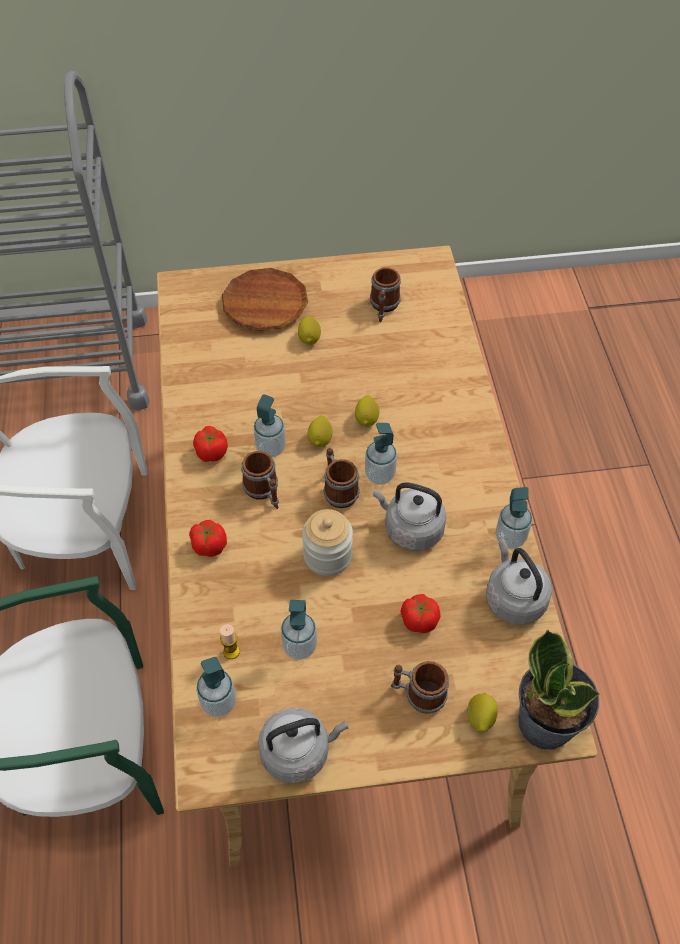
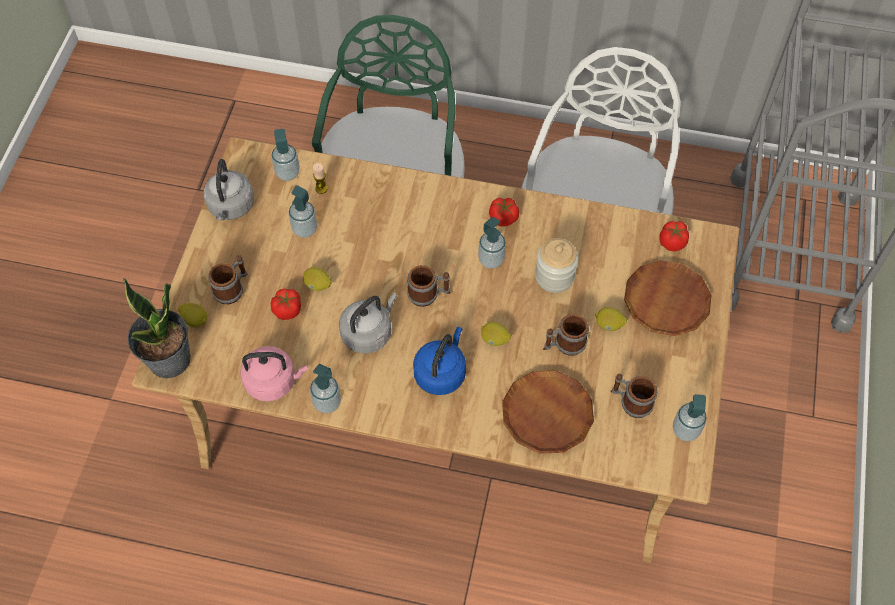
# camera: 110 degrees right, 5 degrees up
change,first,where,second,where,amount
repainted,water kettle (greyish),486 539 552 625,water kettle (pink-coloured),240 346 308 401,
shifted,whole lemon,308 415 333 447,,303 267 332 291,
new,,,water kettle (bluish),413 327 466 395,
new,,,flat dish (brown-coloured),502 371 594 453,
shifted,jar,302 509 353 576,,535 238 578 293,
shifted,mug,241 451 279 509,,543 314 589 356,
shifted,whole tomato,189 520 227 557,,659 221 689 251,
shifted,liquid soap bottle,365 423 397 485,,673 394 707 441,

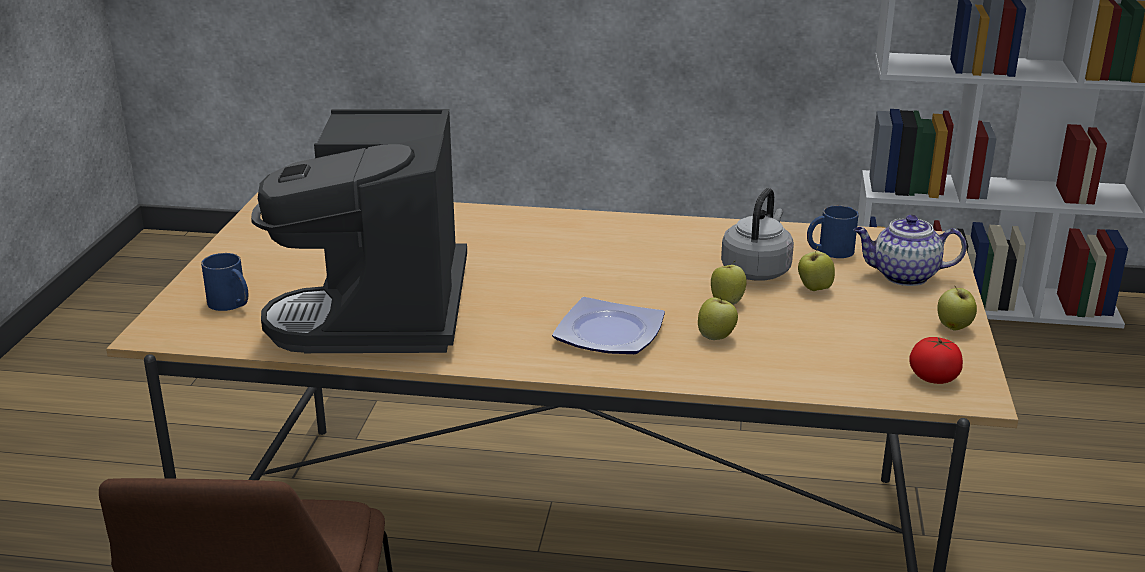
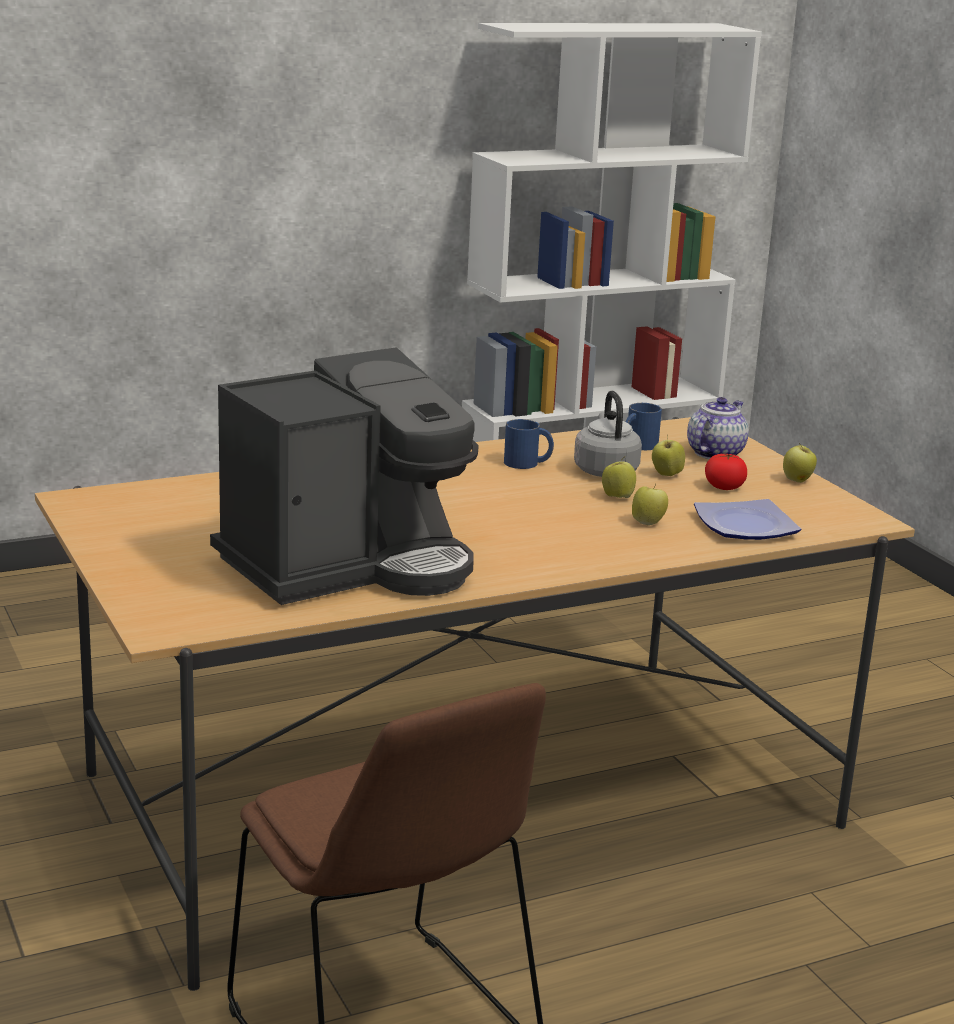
# camera: 35 degrees left, 5 degrees down
change,first,where,second,where,amount
rotated,coffee maker,251 109 467 353,,210 347 479 605,90 degrees counterclockwise
shifted,mug (bluish),201 253 248 311,,504 419 554 469,
rotated,tea pot,854 215 966 286,,687 397 749 459,150 degrees clockwise
shifted,flat dish,552 297 665 354,,694 499 801 540,
shifted,whole tomato,909 337 963 384,,705 453 747 490,

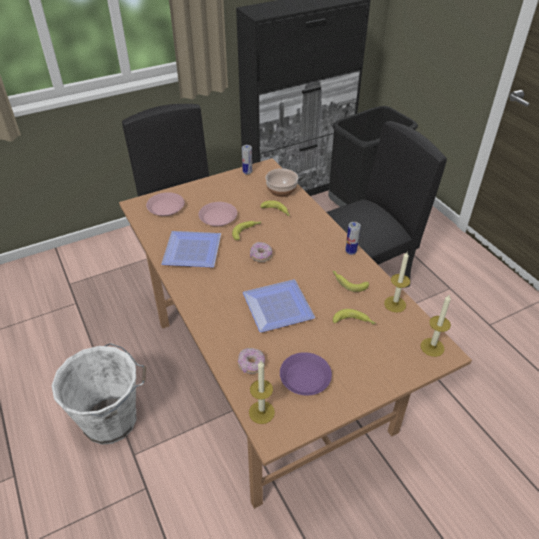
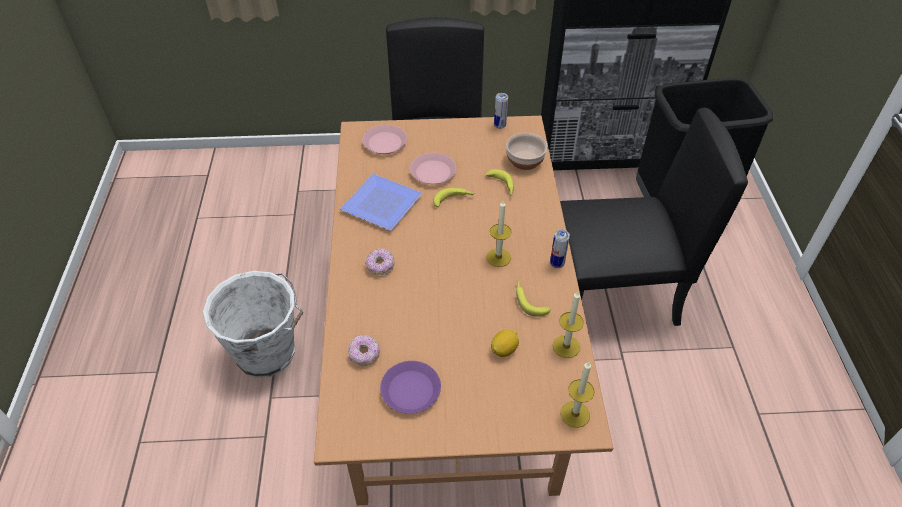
# camera: 25 degrees right, 5 degrees up
change,first,where,second,where,amount
shifted,ring doughnut,250 242 272 262,,366 248 395 275,
shifted,wax candle,249 361 275 424,,486 201 512 267,
swapped,banana fruit,333 309 375 325,whole lemon,491 329 519 357,
gone,flat dish,243 279 315 332,,,

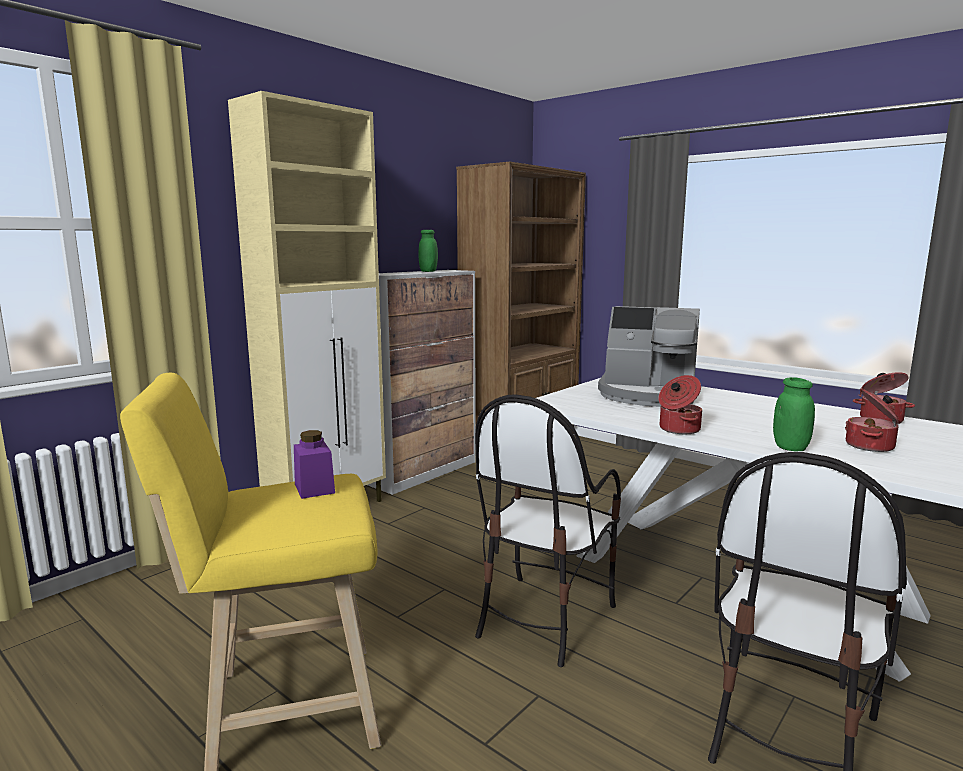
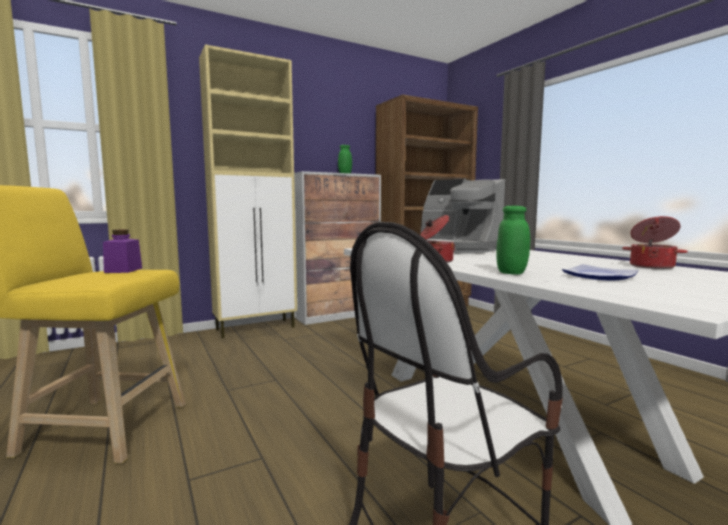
# camera: 20 degrees right, 5 degrees down
change,first,where,second,where,amount
swapped,cooking pot,845 388 901 452,flat dish,562 264 638 281,
gone,upright chair,475 394 621 667,,,

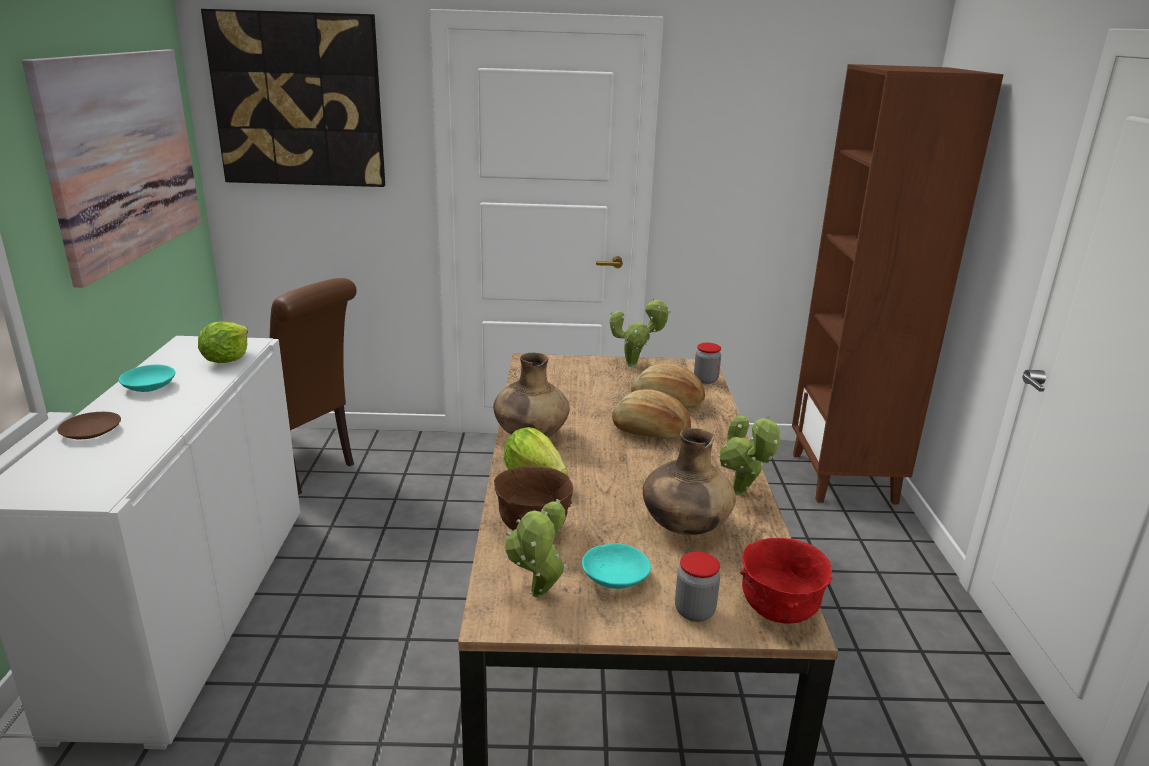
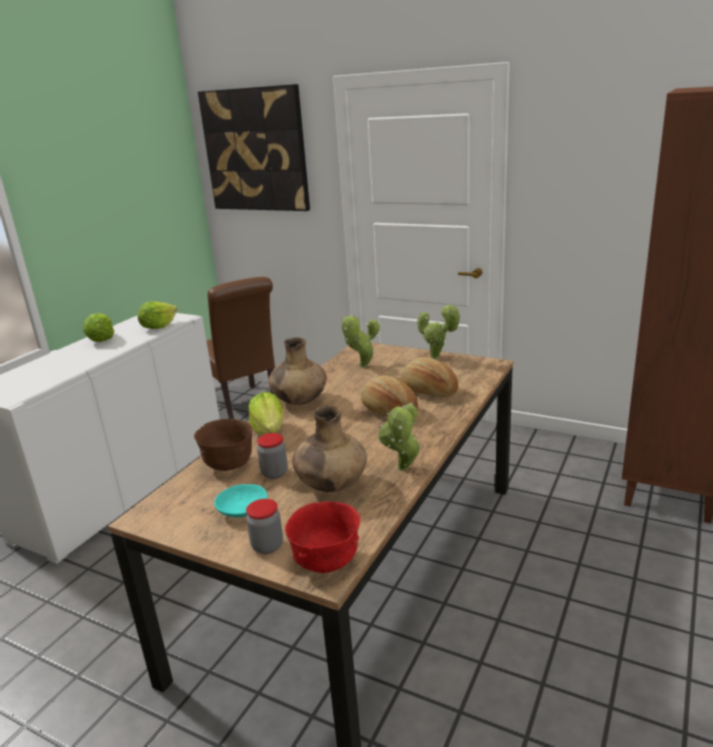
# camera: 30 degrees right, 0 degrees up
change,first,where,second,where,amount
swapped,bowl (turquoise-coloured),119 365 175 392,lettuce head,83 313 115 342,
shifted,jar,694 343 721 384,,257 433 288 479,
shifted,plant in a pot,505 499 568 598,,342 315 380 367,
gone,wall picture,22 50 201 287,,,
gone,flat dish (brown-coloured),57 412 121 440,,,

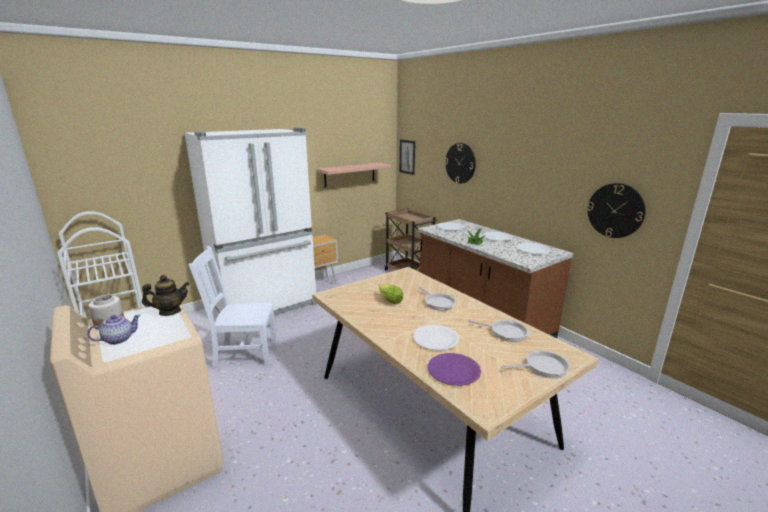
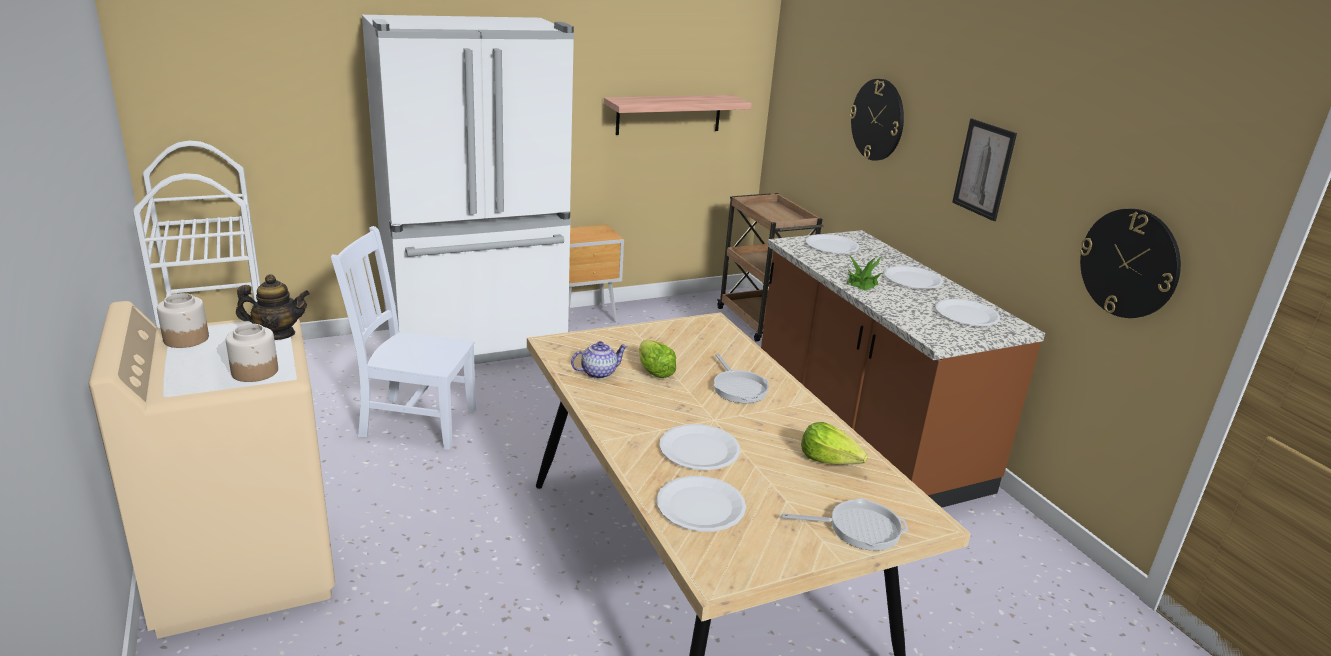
# camera: 10 degrees right, 5 degrees up
change,first,where,second,where,amount
new,,,jar,226 324 278 382,
shifted,tea pot,87 314 141 345,,571 341 628 379,
repainted,flat dish (purple),428 353 481 386,flat dish (white),657 476 746 532,
swapped,skillet,468 320 531 342,lettuce head,801 422 868 464,
shifted,wall picture,400 140 415 175,,952 119 1017 221,

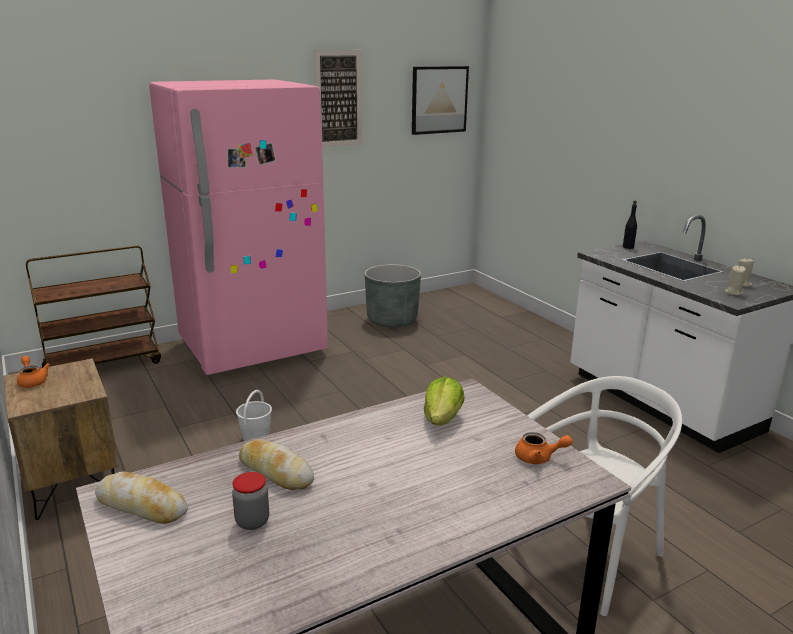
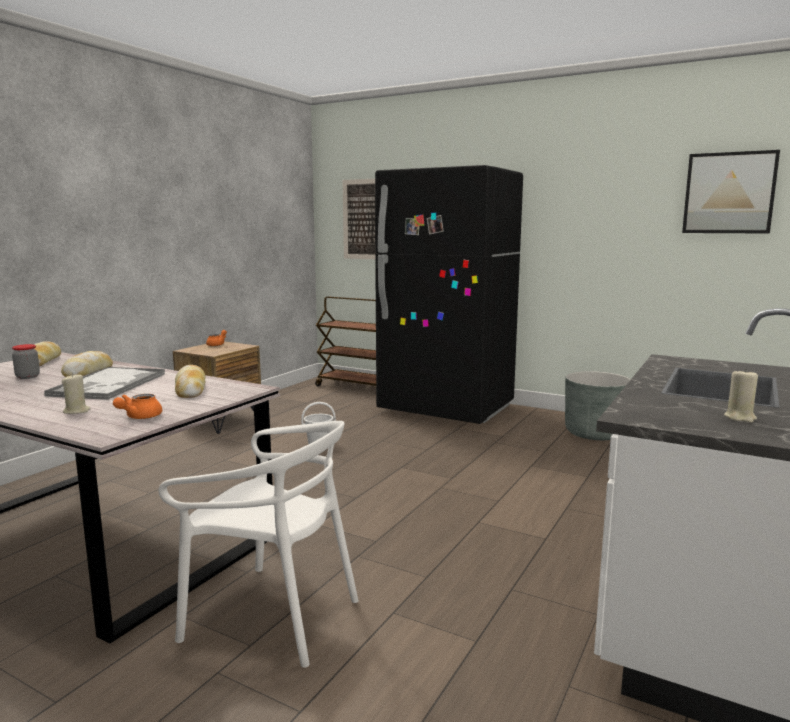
# camera: 60 degrees right, 10 degrees down
change,first,where,second,where,amount
new,,,carrying tray,44 367 165 400,
shifted,wax candle (beige),725 266 746 295,,62 373 91 414,
rotated,tea pot (orangey),515 432 573 464,,113 394 162 419,45 degrees clockwise
swapped,lettuce head,424 377 464 425,bakery bread,175 365 206 398,
shifted,wall picture,314 50 363 148,,343 179 378 259,
repainted,refrigerator (pink-coloured),149 79 328 375,refrigerator (black),375 165 523 424,
gone,drink bottle (black),623 201 637 249,,,

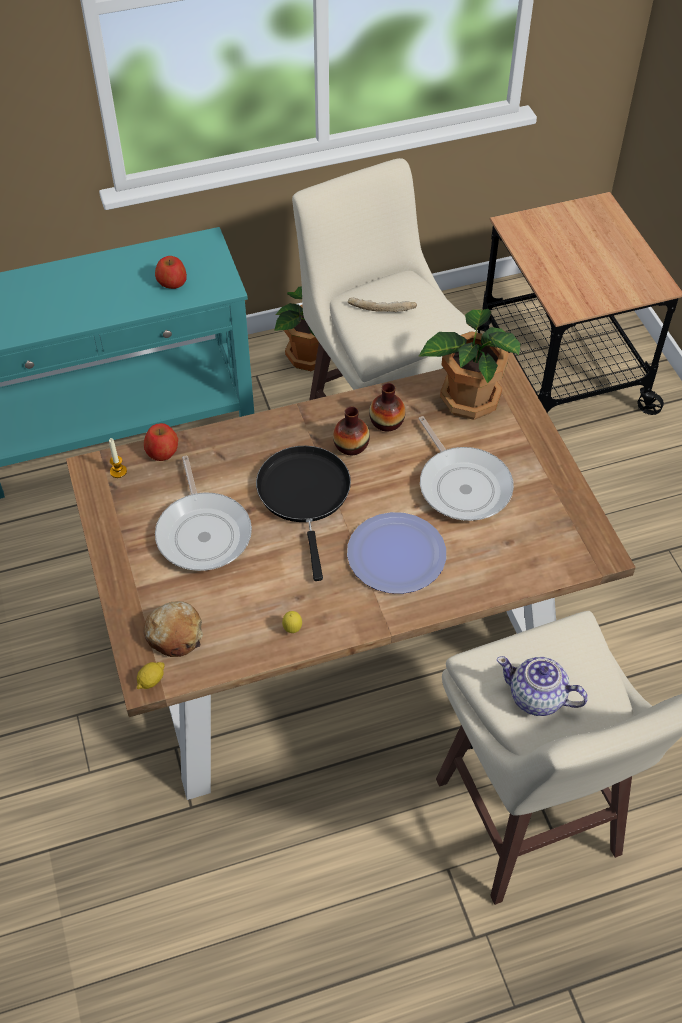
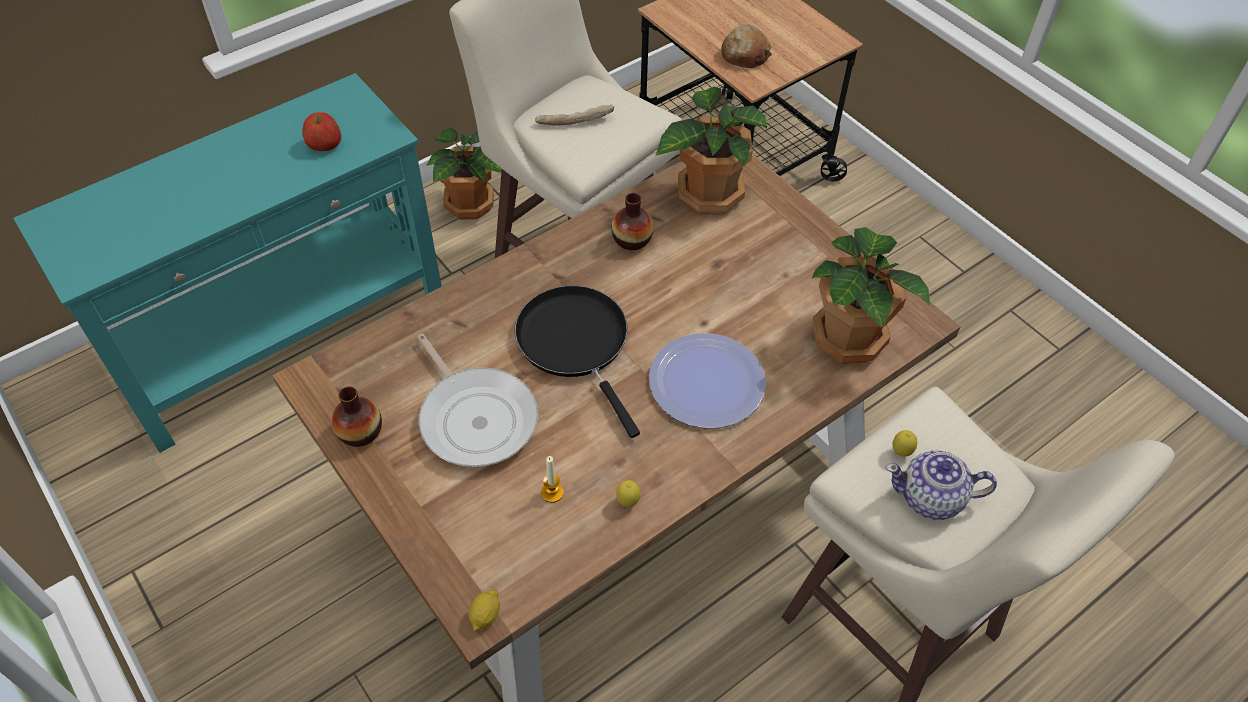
# camera: 20 degrees left, 0 degrees up
change,first,where,second,where,amount
shifted,flower vase,333 406 370 455,,332 386 382 447,
shifted,wax candle,109 438 127 478,,541 456 564 503,
shifted,bakery bread,144 601 203 657,,721 25 772 68,
new,,,plant in a pot,812 227 930 364,
new,,,whole lemon,893 430 917 457,
gone,apple,144 423 178 461,,,
gone,skillet,418 416 514 521,,,

